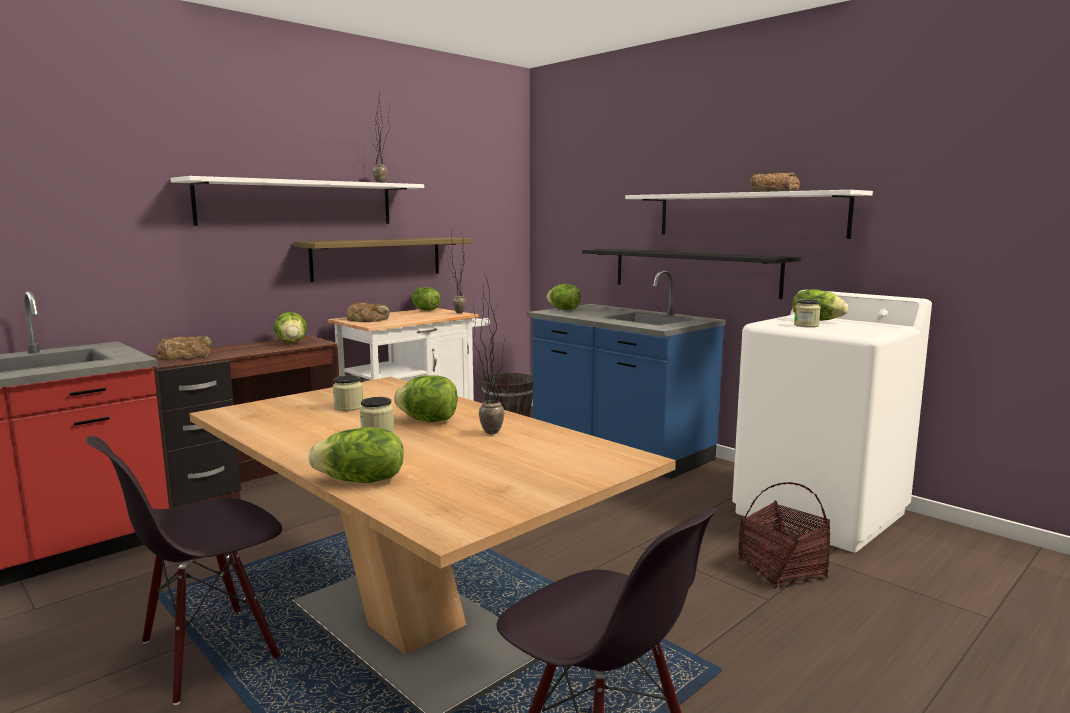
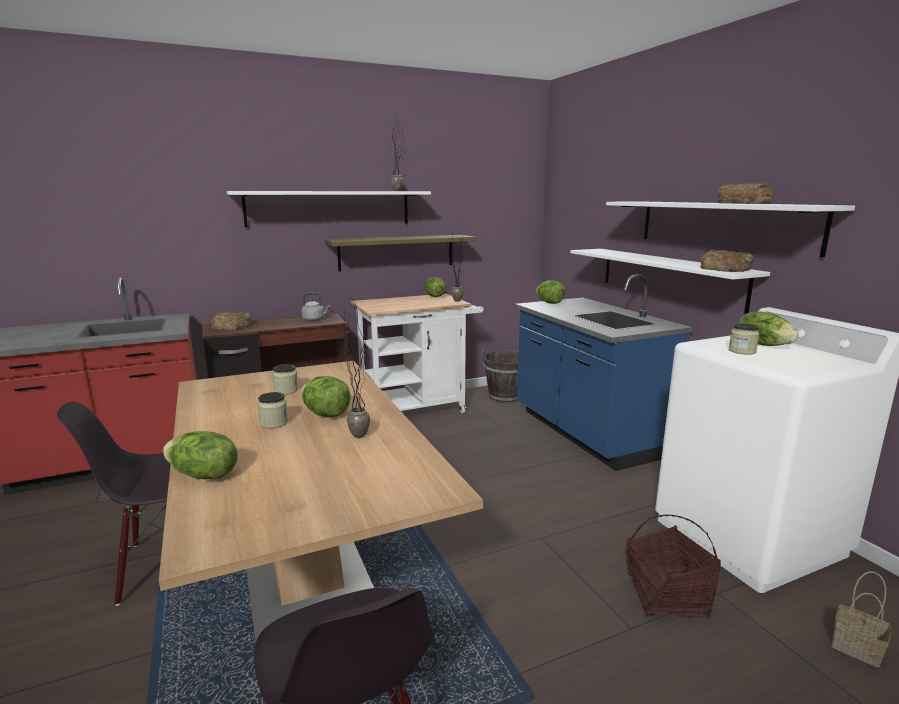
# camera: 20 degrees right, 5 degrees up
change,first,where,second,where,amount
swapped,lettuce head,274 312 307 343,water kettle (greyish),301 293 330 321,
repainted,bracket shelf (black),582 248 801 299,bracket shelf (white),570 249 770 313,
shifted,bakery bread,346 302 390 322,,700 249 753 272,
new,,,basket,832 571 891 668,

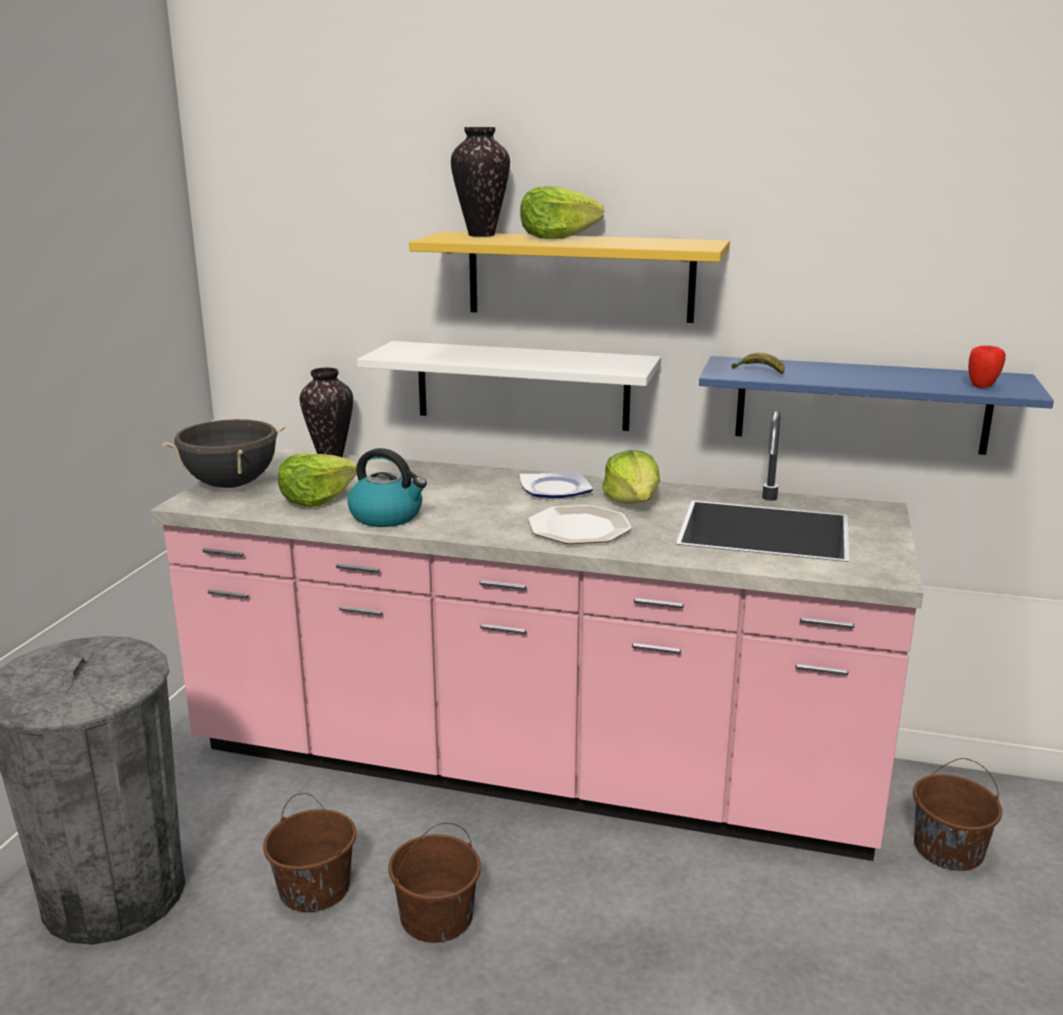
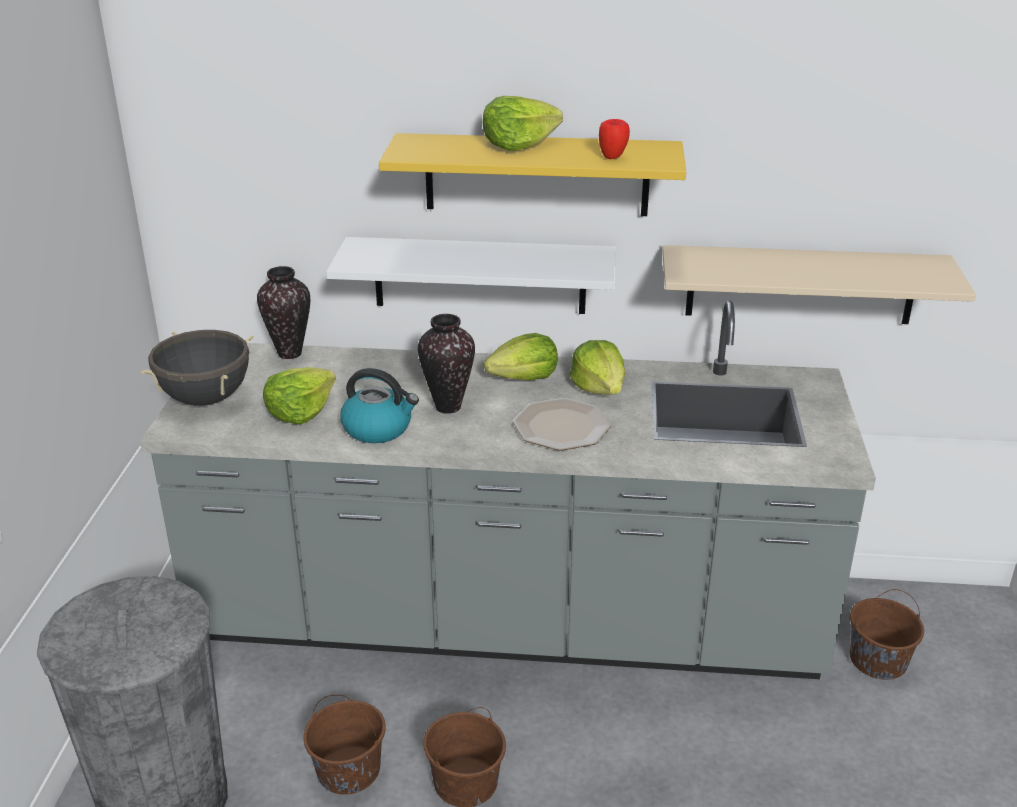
# camera: 10 degrees left, 10 degrees up
change,first,where,second,where,amount
repainted,kitchen base unit (pink-coloured),150 411 924 861,kitchen base unit (greyish),140 300 876 679,
shifted,flower vase,451 127 510 237,,418 314 475 414,
swapped,flat dish,519 470 593 498,lettuce head,484 333 558 380,
shifted,apple,968 346 1006 388,,599 119 630 159,
repainted,bracket shelf (bluish),699 356 1054 455,bracket shelf (beige),662 245 976 324,
gone,banana fruit,731 353 785 374,,,

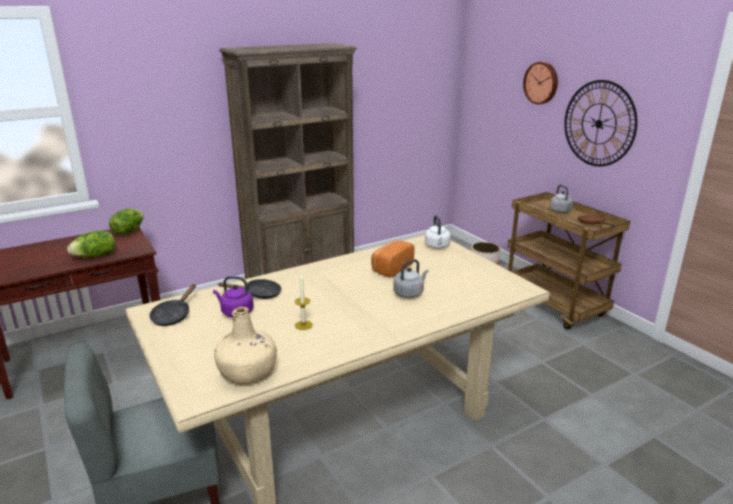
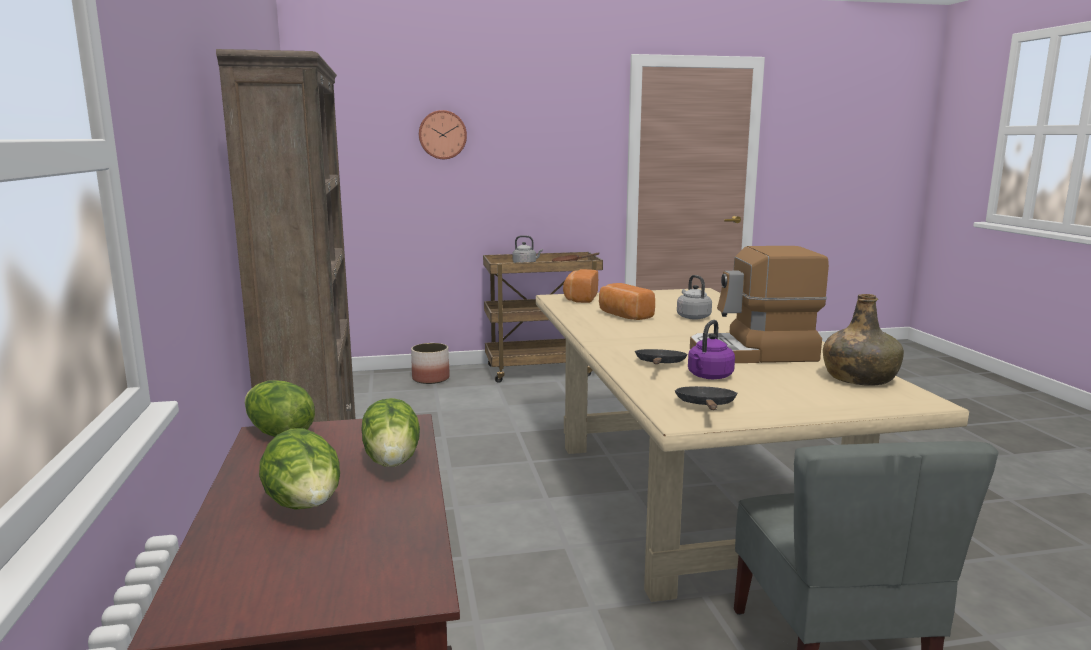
# camera: 70 degrees left, 10 degrees down
change,first,where,second,where,amount
new,,,lettuce head,259 428 340 510,
swapped,water kettle (white),425 215 451 249,bakery bread,563 269 598 303,
rotated,skillet (black),149 284 196 326,,675 386 738 410,120 degrees counterclockwise
swapped,wax candle,295 274 313 330,coffee maker,690 246 829 363,
repainted,drink bottle (beige),214 307 277 384,drink bottle (green-coloured),823 294 904 386,
gone,clock on the wall,564 80 637 166,,,

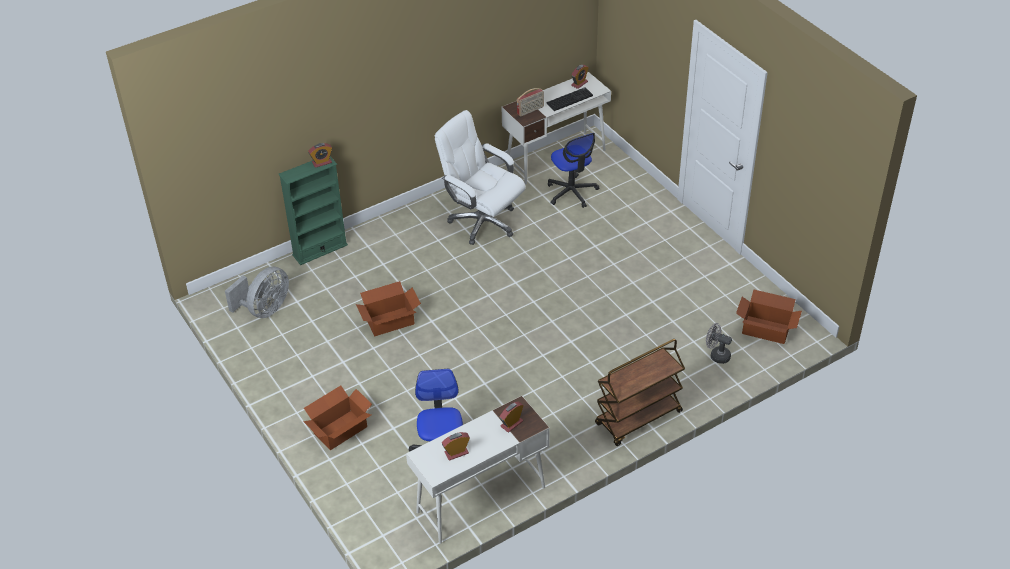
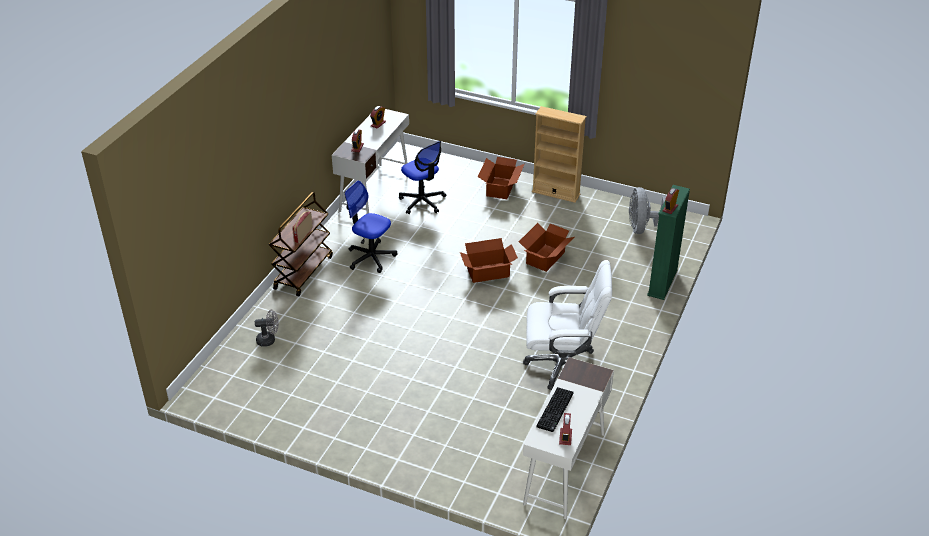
# camera: 145 degrees right, 5 degrees down
change,first,where,second,where,amount
shifted,radio set,517 88 544 116,,292 211 313 243,
shifted,computer chair,548 133 599 208,,345 181 397 273,
shifted,carton,736 290 802 344,,460 238 518 283,
new,,,bookcase (beige),532 106 587 203,

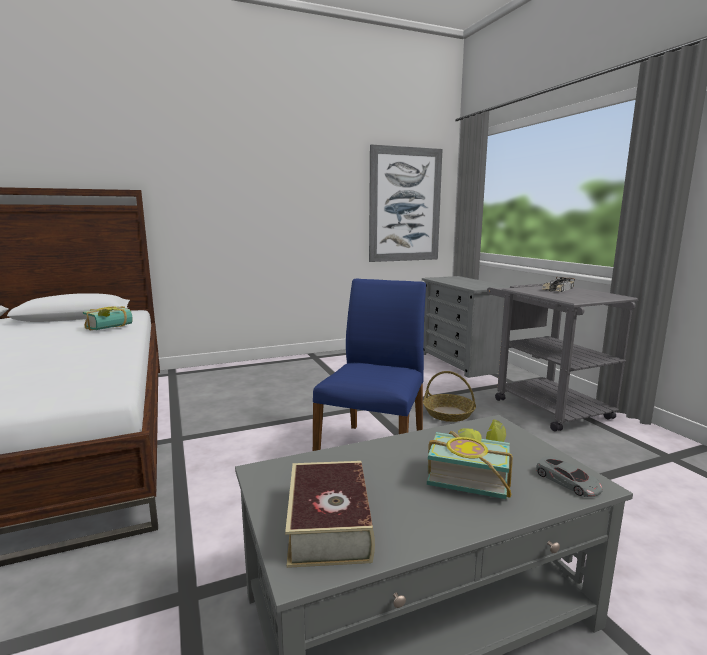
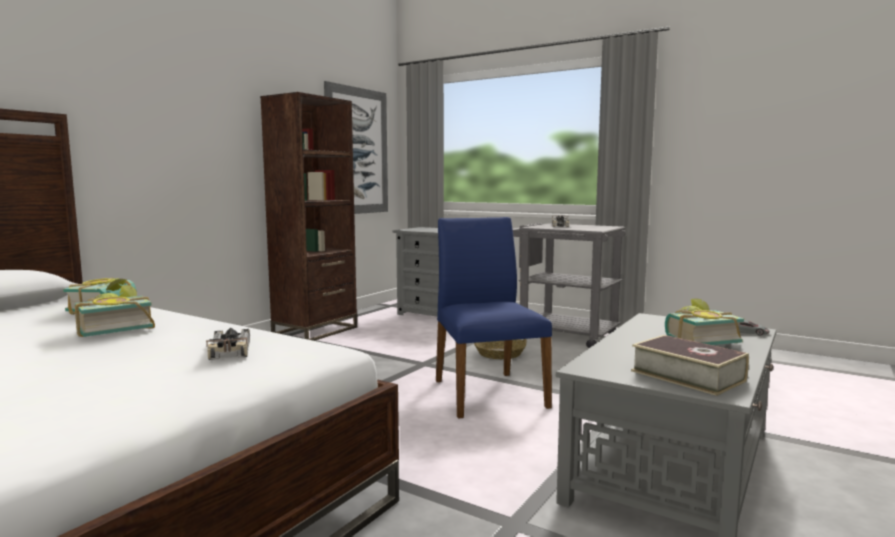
# camera: 35 degrees left, 5 degrees down
change,first,where,second,where,amount
new,,,book,75 285 155 337,
new,,,miniature car,206 328 250 360,
new,,,bookcase (brown-coloured),260 92 357 341,

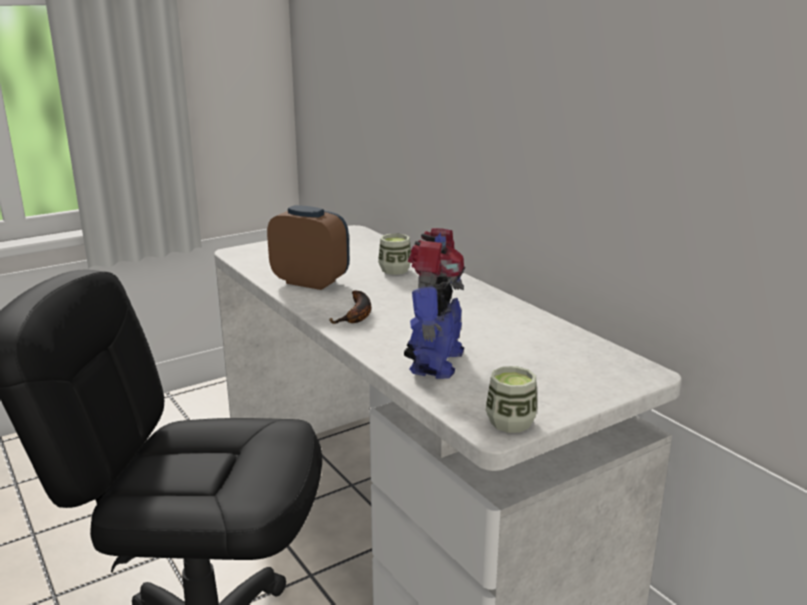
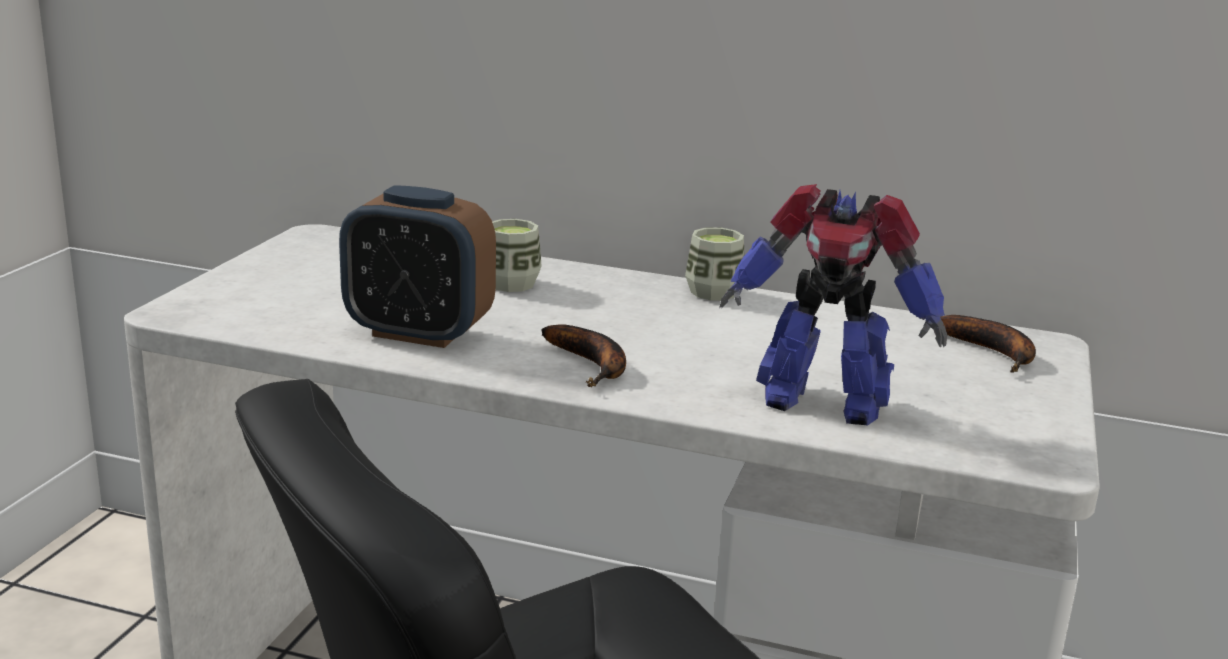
# camera: 40 degrees left, 0 degrees up
change,first,where,second,where,amount
rotated,alarm clock,267 205 349 290,,339 185 496 348,150 degrees counterclockwise
shifted,small cup,486 366 537 433,,685 227 744 300,
rotated,toy robot,404 228 466 379,,719 184 947 426,135 degrees clockwise
new,,,banana fruit,940 315 1036 373,

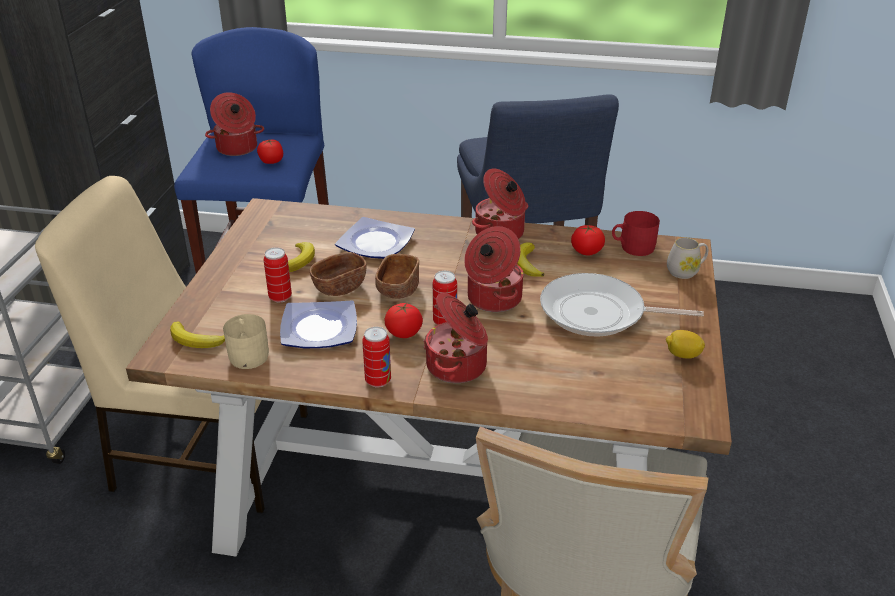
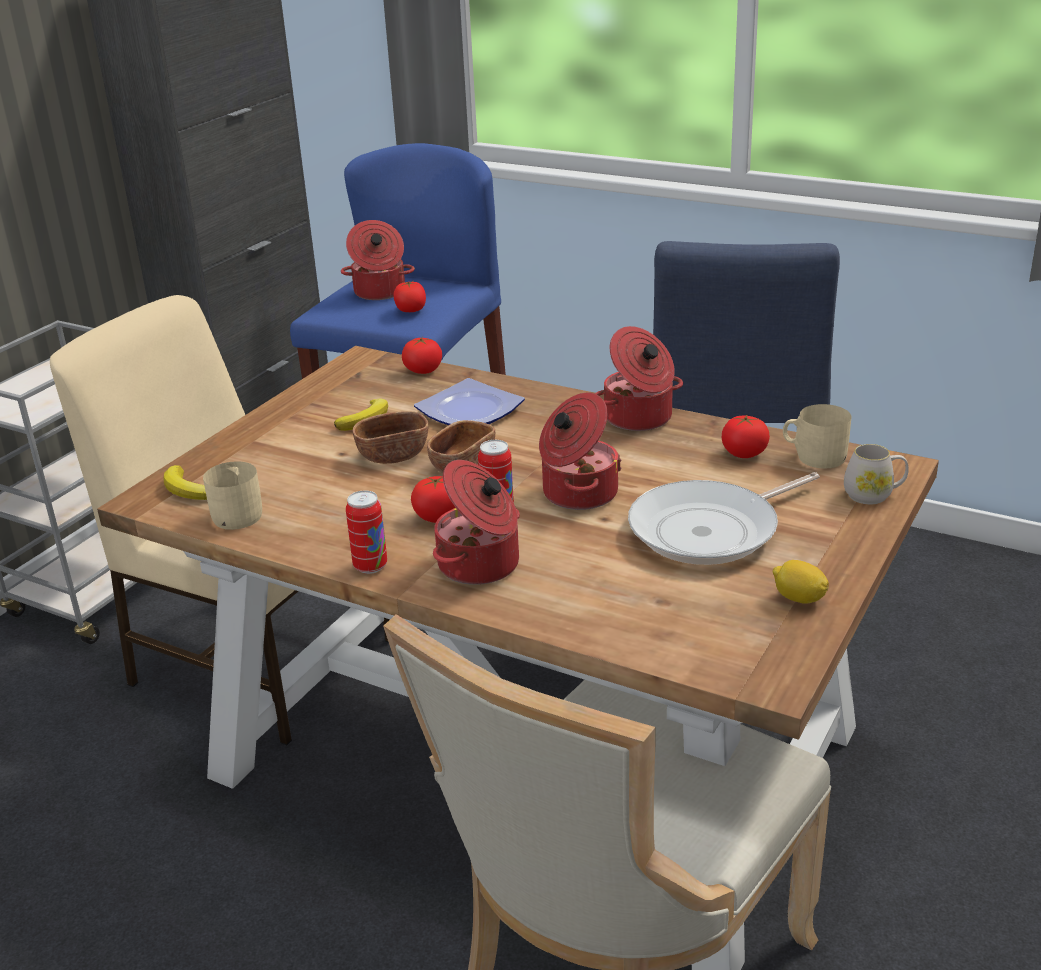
# camera: 20 degrees right, 5 degrees down
change,first,where,second,where,amount
new,,,whole tomato,402 337 442 374,
rotated,skillet,540 273 704 337,,628 472 820 565,60 degrees counterclockwise
repainted,mug (reddish),612 211 660 256,mug (beige),783 404 851 469,
gone,sealed can,264 247 292 303,,,
gone,flat dish,280 300 357 348,,,
gone,banana fruit,517 242 544 277,,,

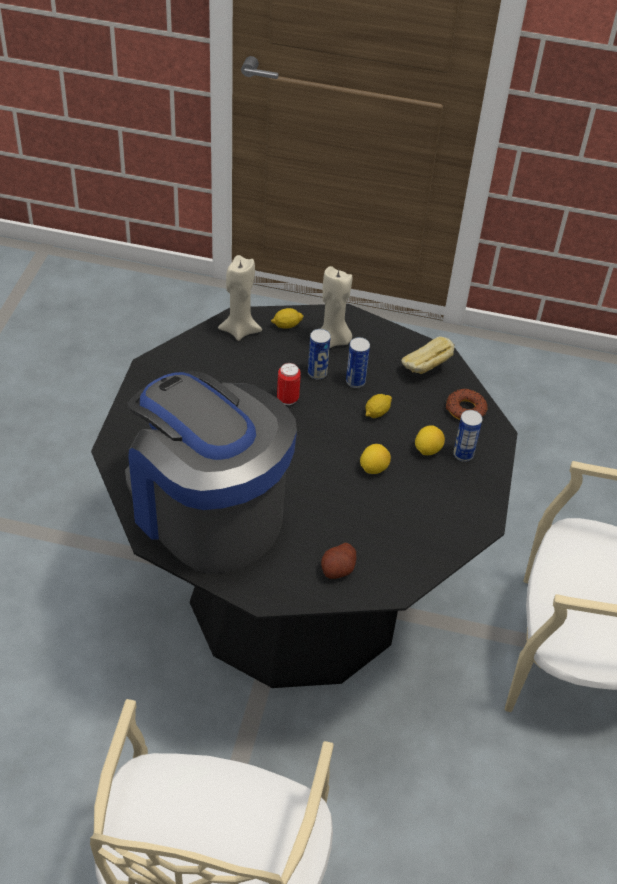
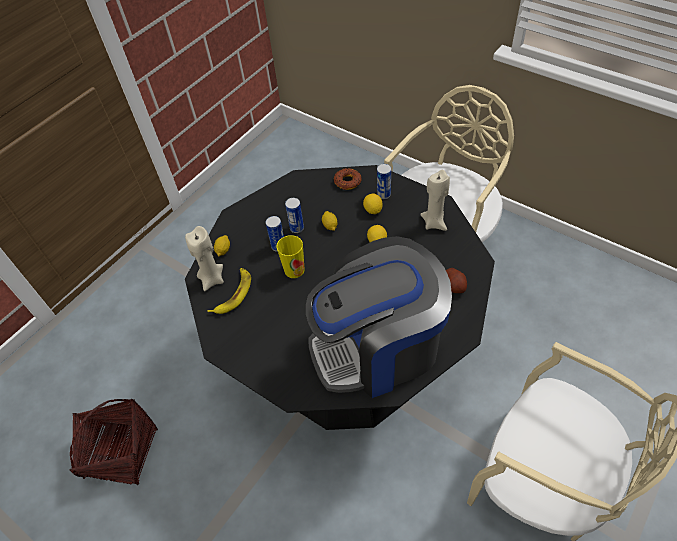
# camera: 60 degrees left, 5 degrees up
change,first,where,second,where,amount
new,,,basket,69 399 158 485,
new,,,banana fruit,207 268 251 314,
swapped,sealed can,277 363 301 405,small cup,276 235 305 278,
shifted,wax candle (beige),321 266 352 349,,420 170 450 231,
gone,bakery bread,401 336 455 374,,,

